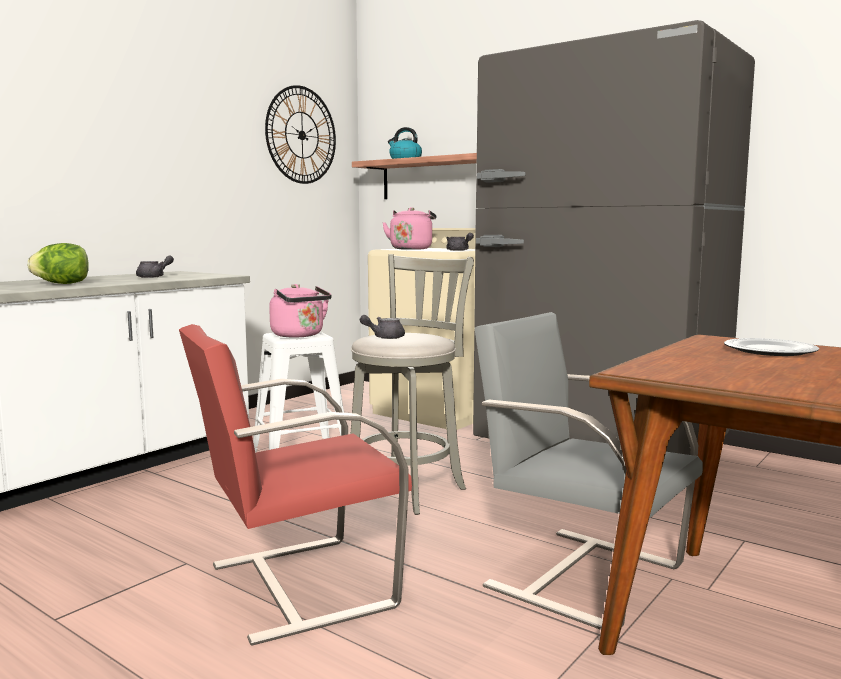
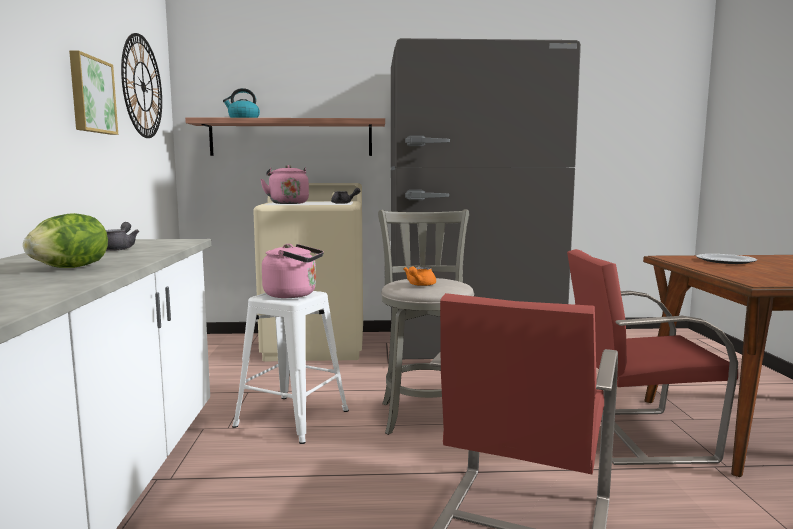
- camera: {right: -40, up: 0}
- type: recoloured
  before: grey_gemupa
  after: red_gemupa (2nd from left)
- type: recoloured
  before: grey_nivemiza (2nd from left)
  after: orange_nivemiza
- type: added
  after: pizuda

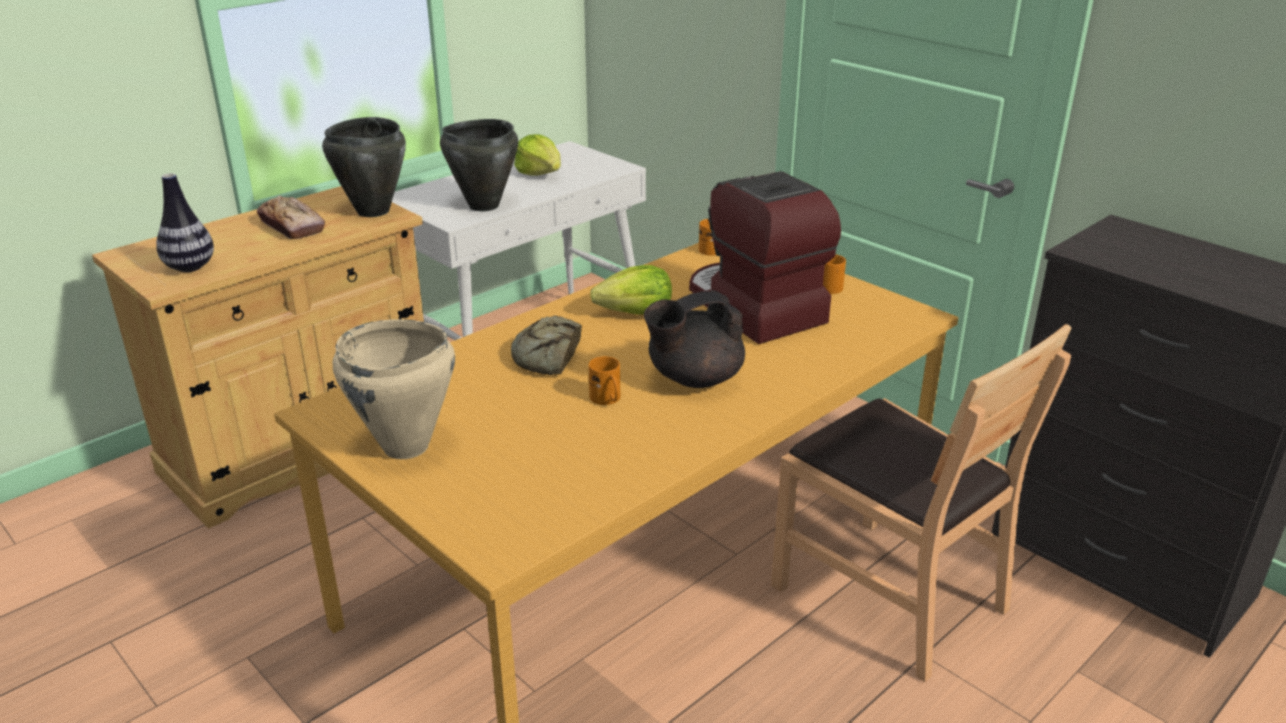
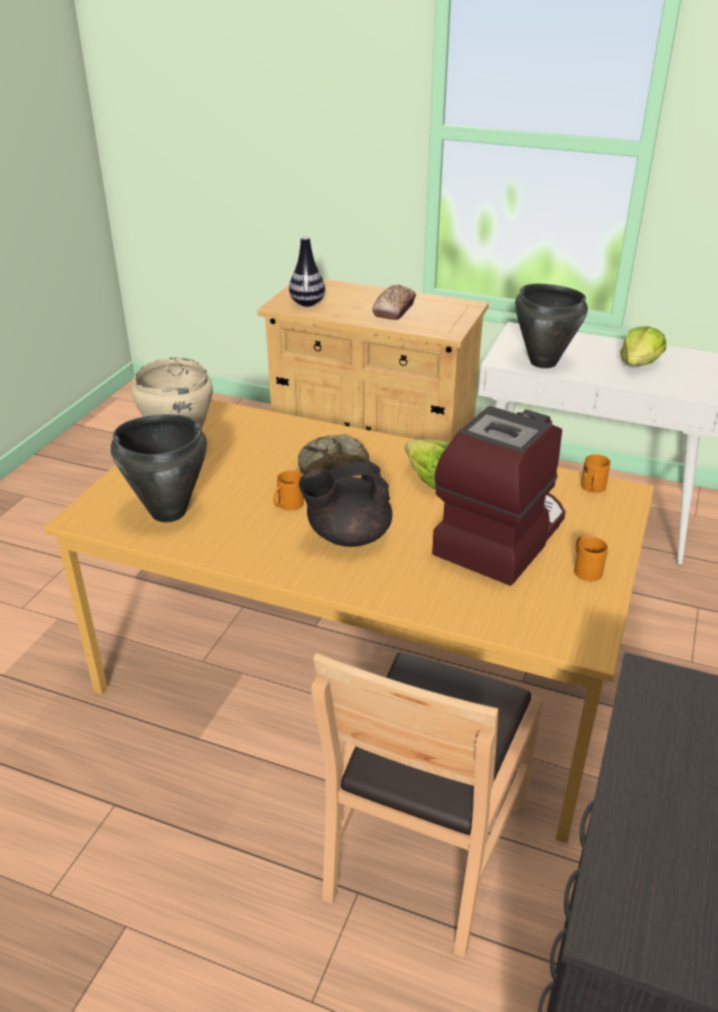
- camera: {right: 65, up: 5}
- type: moved
  before: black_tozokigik (1st from left)
- type: turned
  before: black_nivemiza
  turn: -60

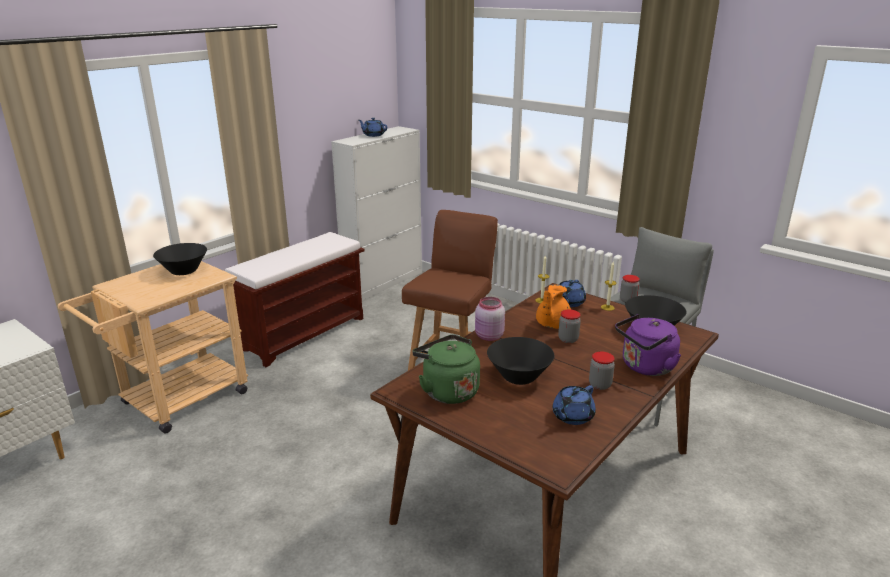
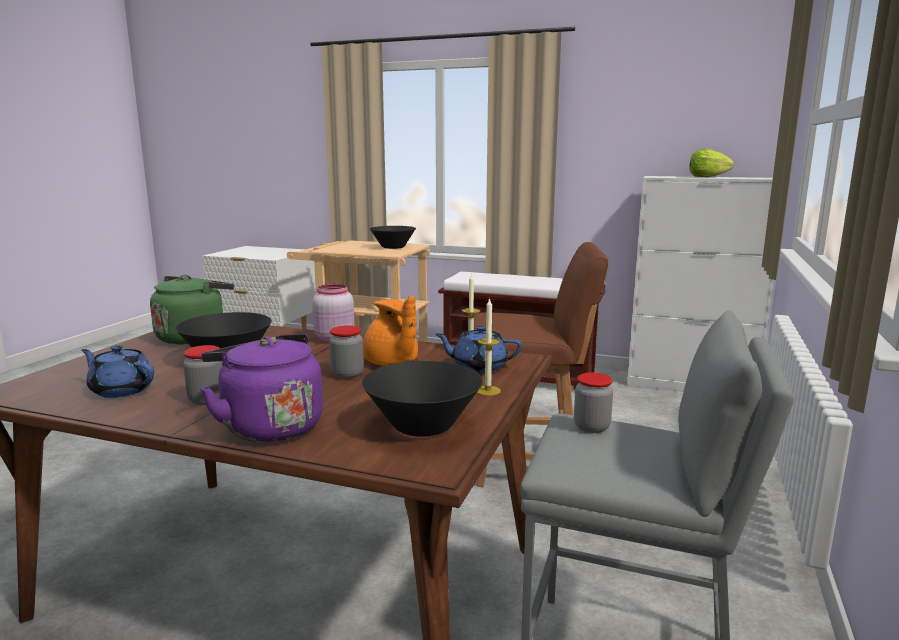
- camera: {right: 70, up: -10}
- type: replaced
  before: blue_nivemiza (1st from left)
  after: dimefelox
- type: turned
  before: orange_nivemiza
  turn: -135

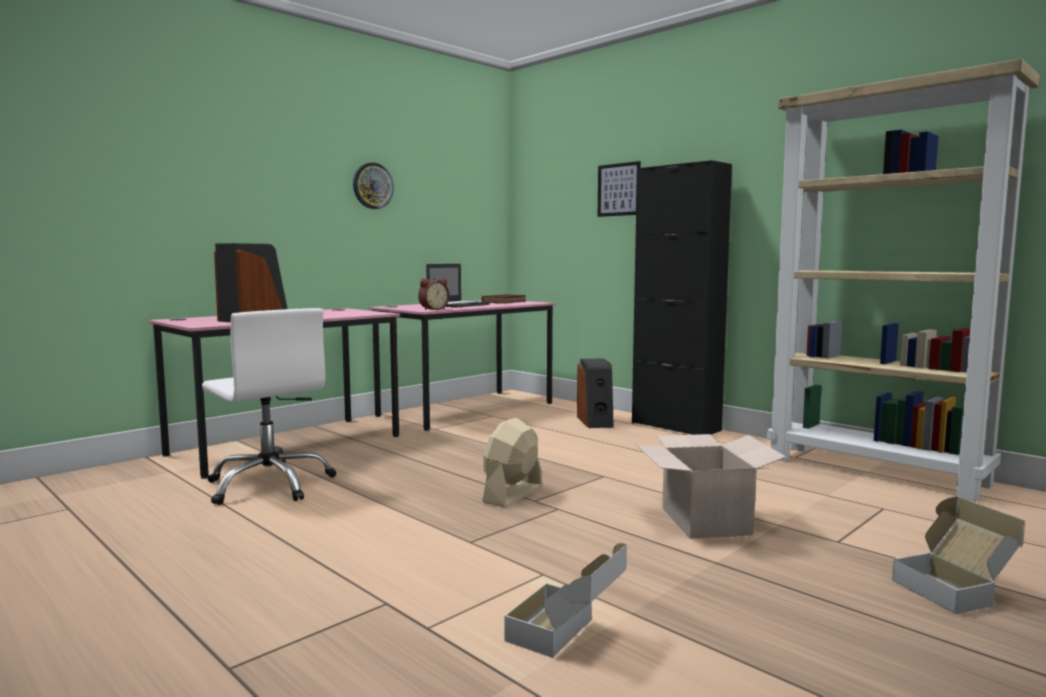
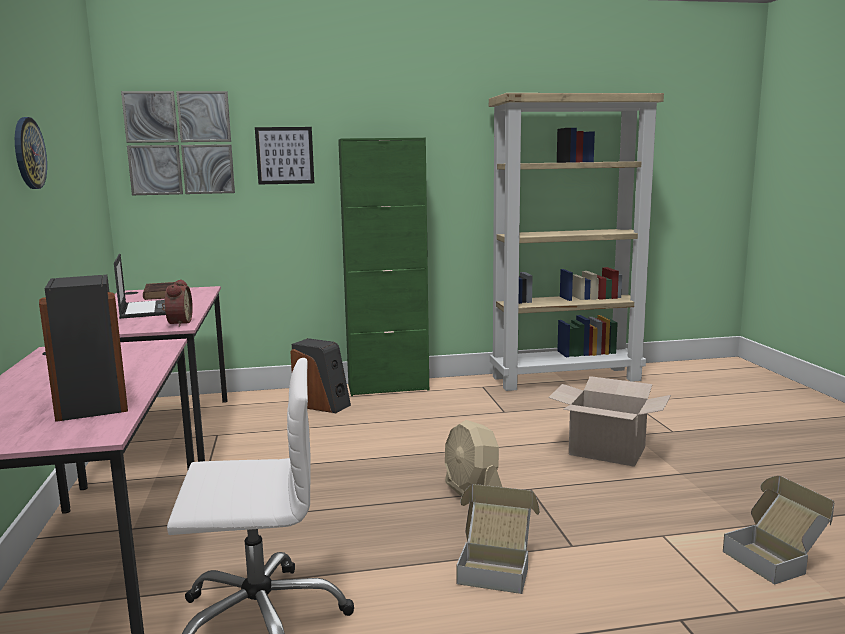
- camera: {right: -55, up: 5}
- type: recoloured
  before: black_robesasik
  after: green_robesasik
- type: moved
  before: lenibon (3rd from left in the first image)
  after: lenibon (1st from left)
- type: added
  after: pizuda (1st from left)

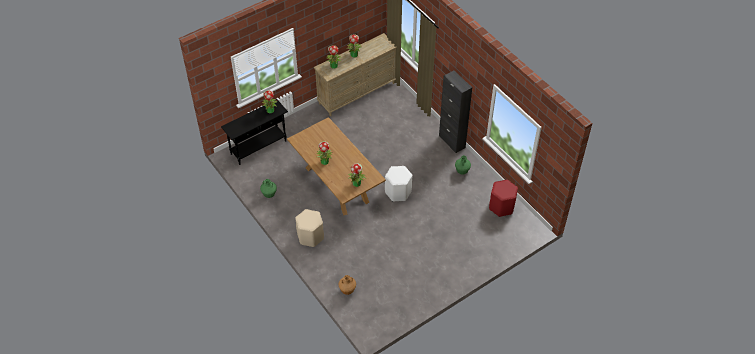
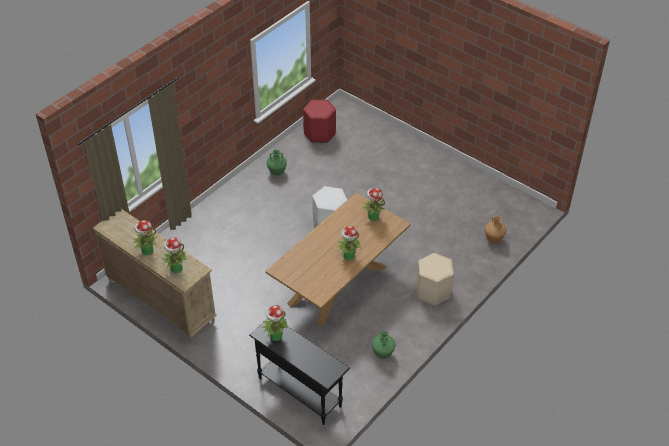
- camera: {right: -105, up: -5}
- type: removed
  before: black_robesasik

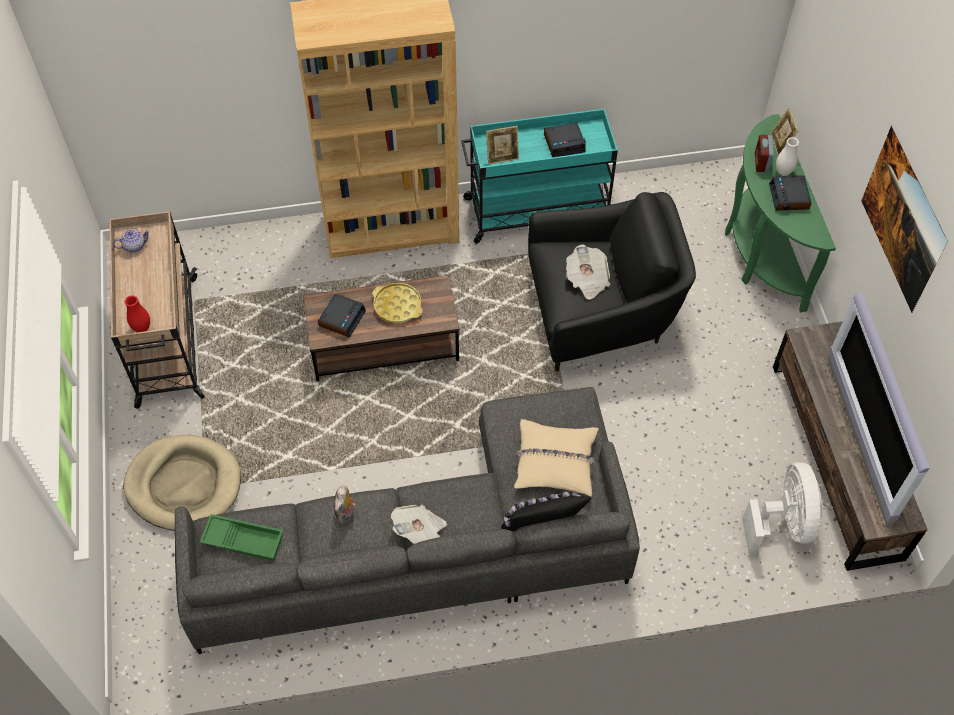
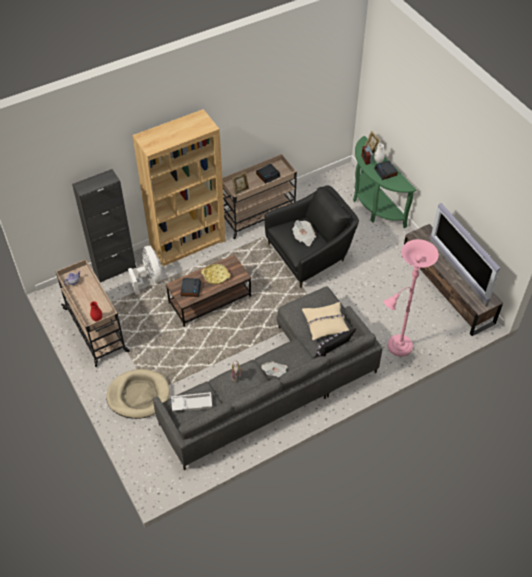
- camera: {right: -20, up: -5}
- type: recoloured
  before: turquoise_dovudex
  after: beige_dovudex (2nd from left)
- type: removed
  before: pizuda
- type: moved
  before: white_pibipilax
- type: recoloured
  before: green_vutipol
  after: white_vutipol
- type: added
  after: black_robesasik
- type: added
  after: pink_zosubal

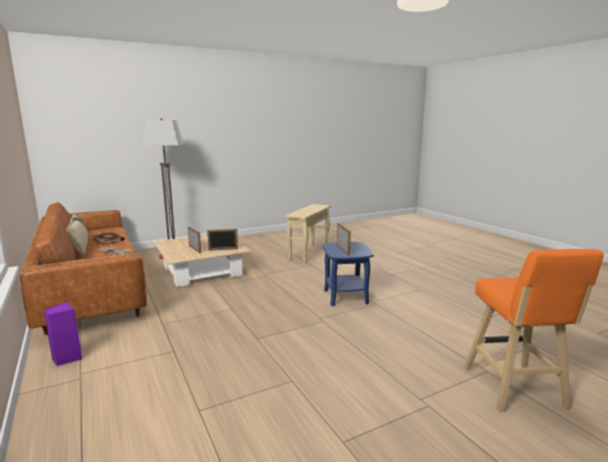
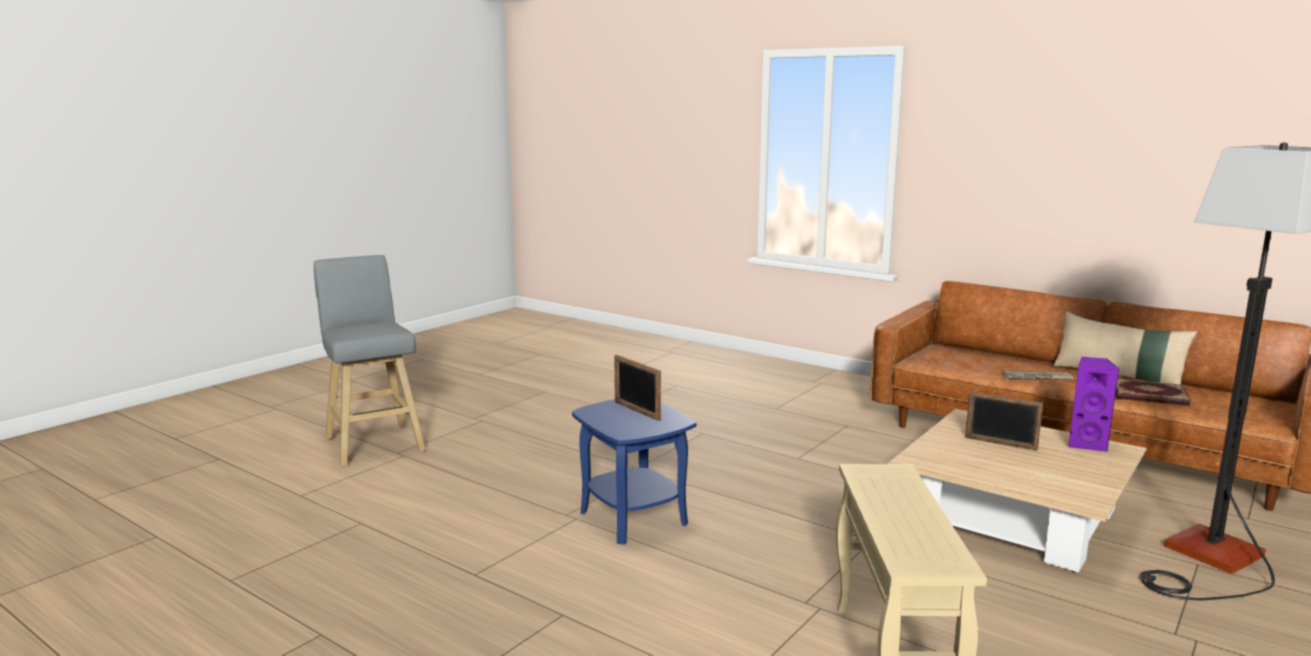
- camera: {right: 155, up: 0}
- type: removed
  before: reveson (2nd from left)
- type: recoloured
  before: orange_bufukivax
  after: grey_bufukivax
- type: moved
  before: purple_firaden

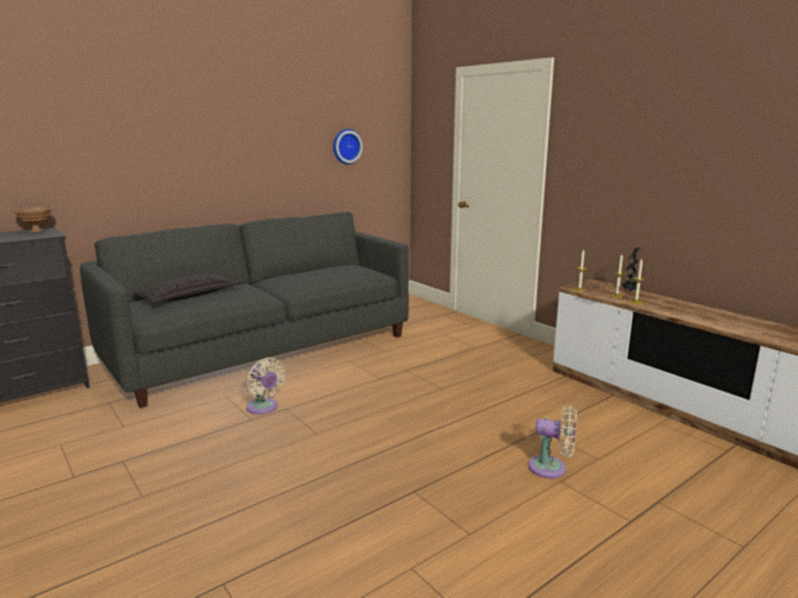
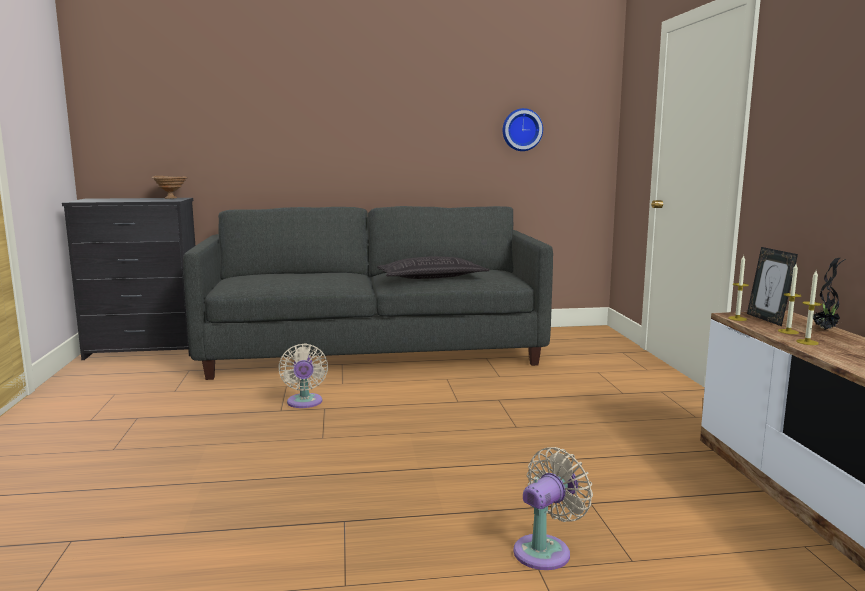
- camera: {right: 30, up: -5}
- type: moved
  before: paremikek
- type: turned
  before: beige_pibipilax (2nd from left)
  turn: -90
- type: added
  after: reveson

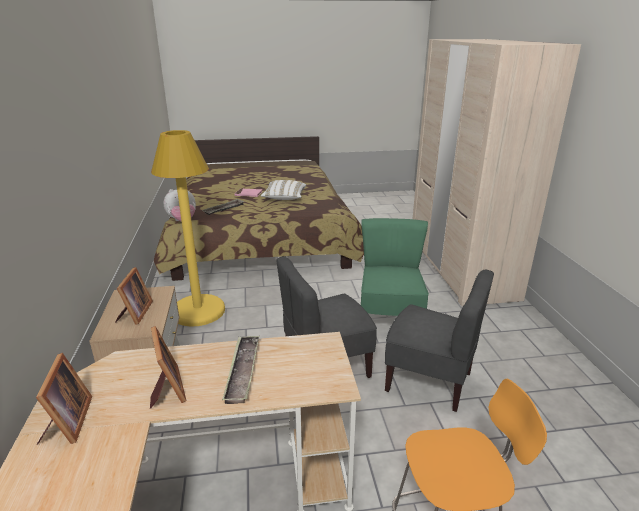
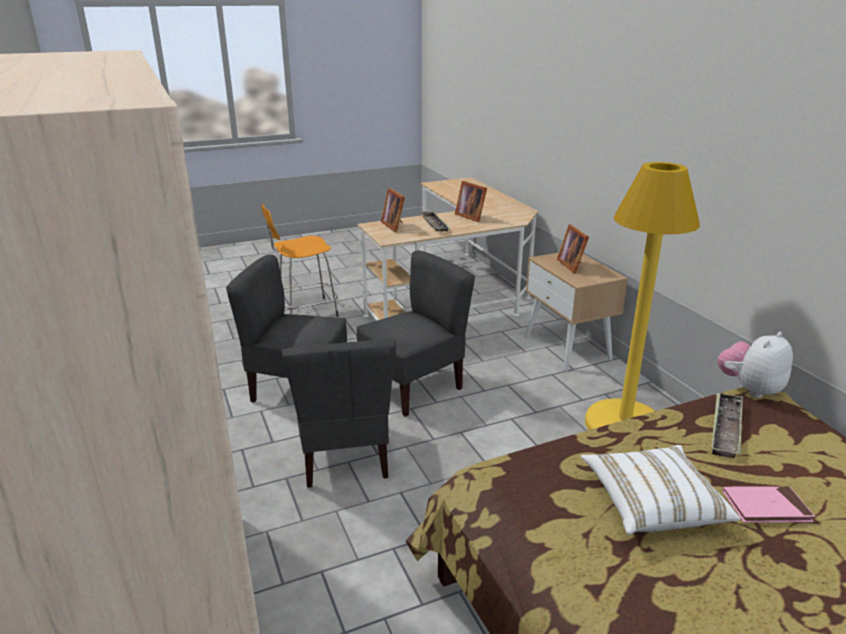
- camera: {right: 165, up: 0}
- type: recoloured
  before: green_gemupa
  after: grey_gemupa (2nd from left)
- type: moved
  before: reveson (1st from left)

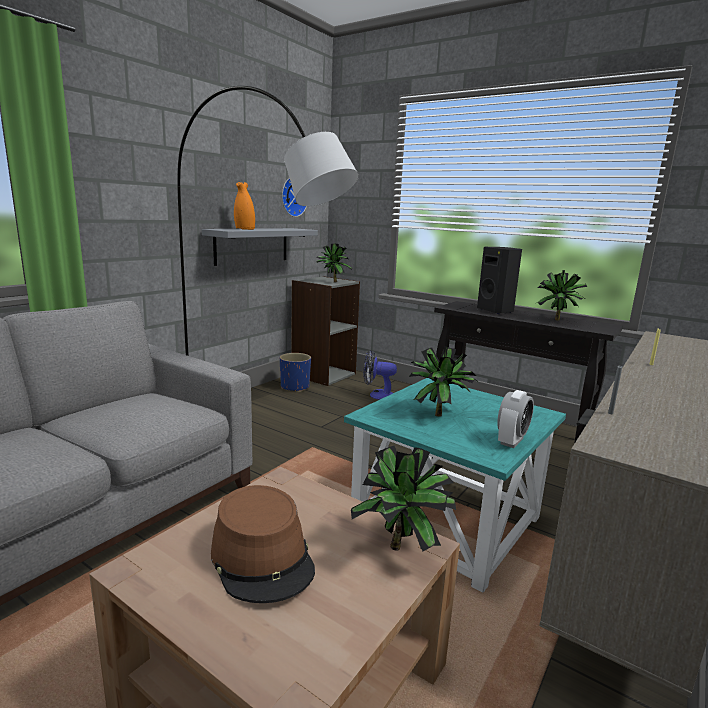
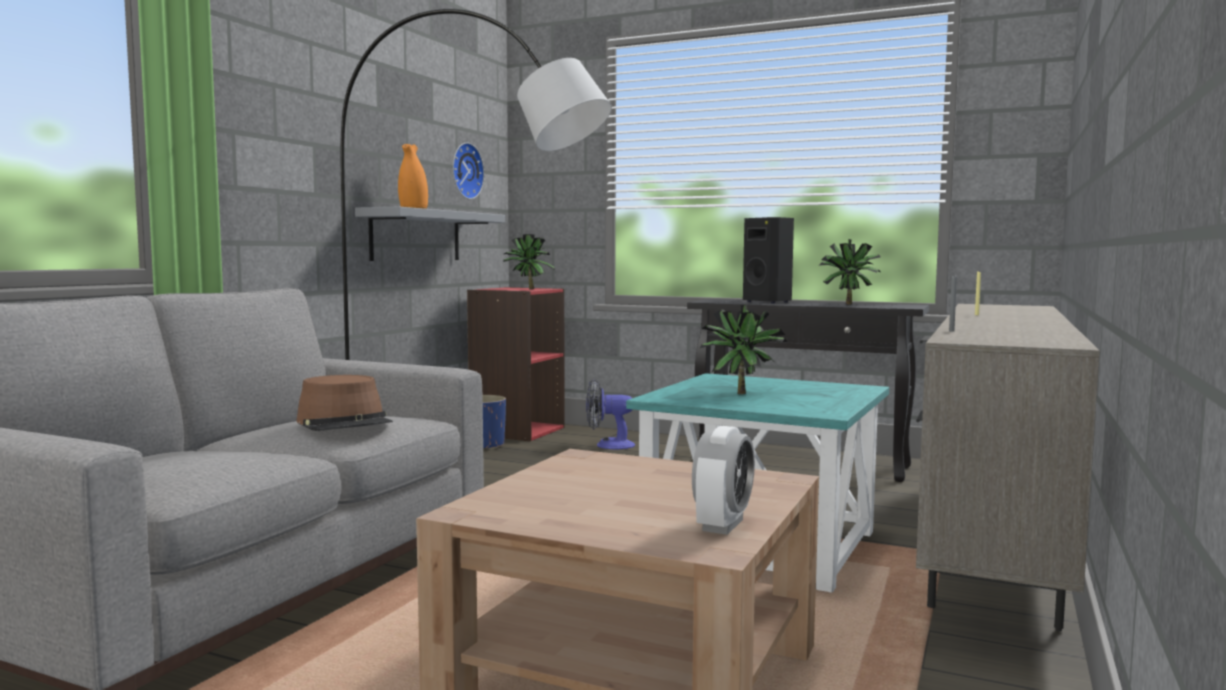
- camera: {right: -10, up: -10}
- type: recoloured
  before: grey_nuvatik
  after: red_nuvatik
- type: moved
  before: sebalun
- type: removed
  before: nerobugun (2nd from left)
- type: moved
  before: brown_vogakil

